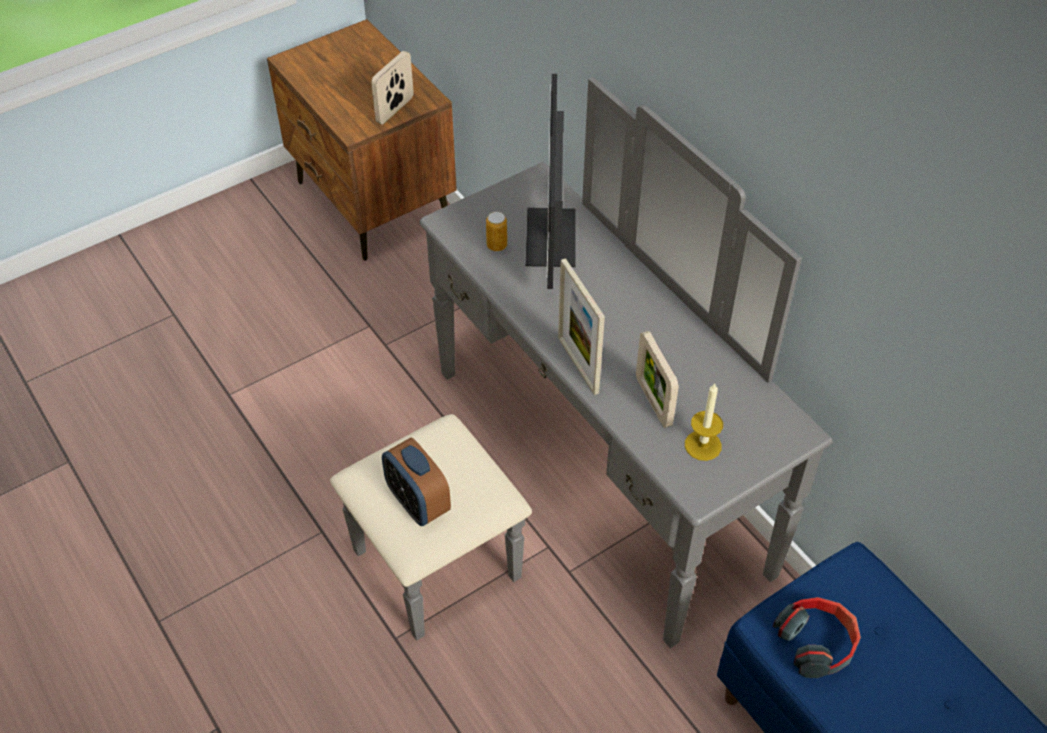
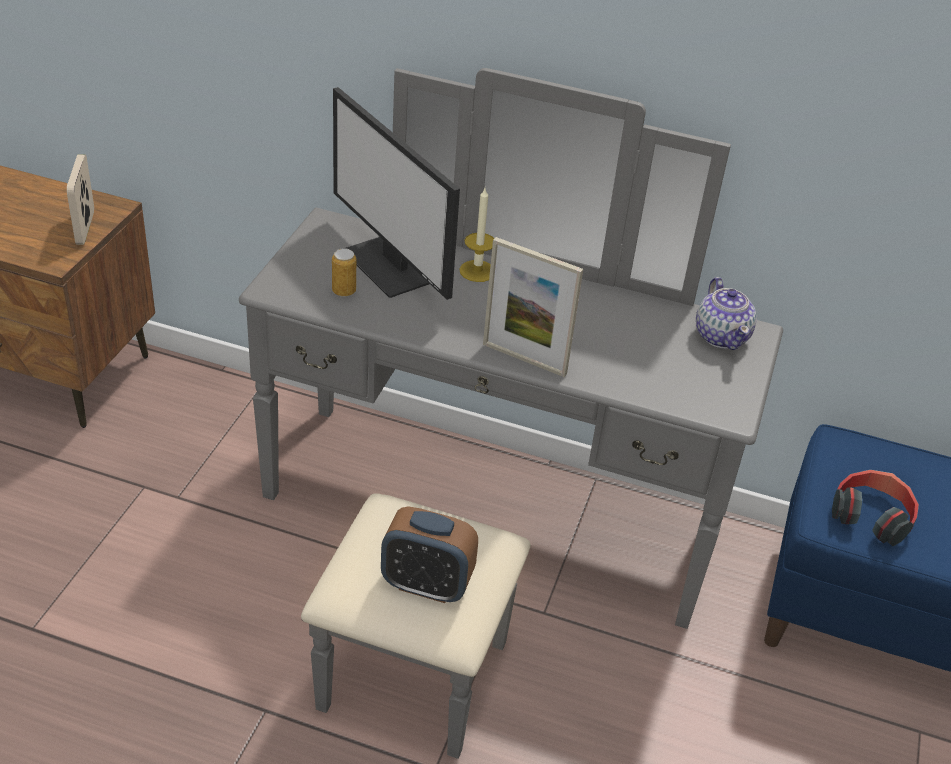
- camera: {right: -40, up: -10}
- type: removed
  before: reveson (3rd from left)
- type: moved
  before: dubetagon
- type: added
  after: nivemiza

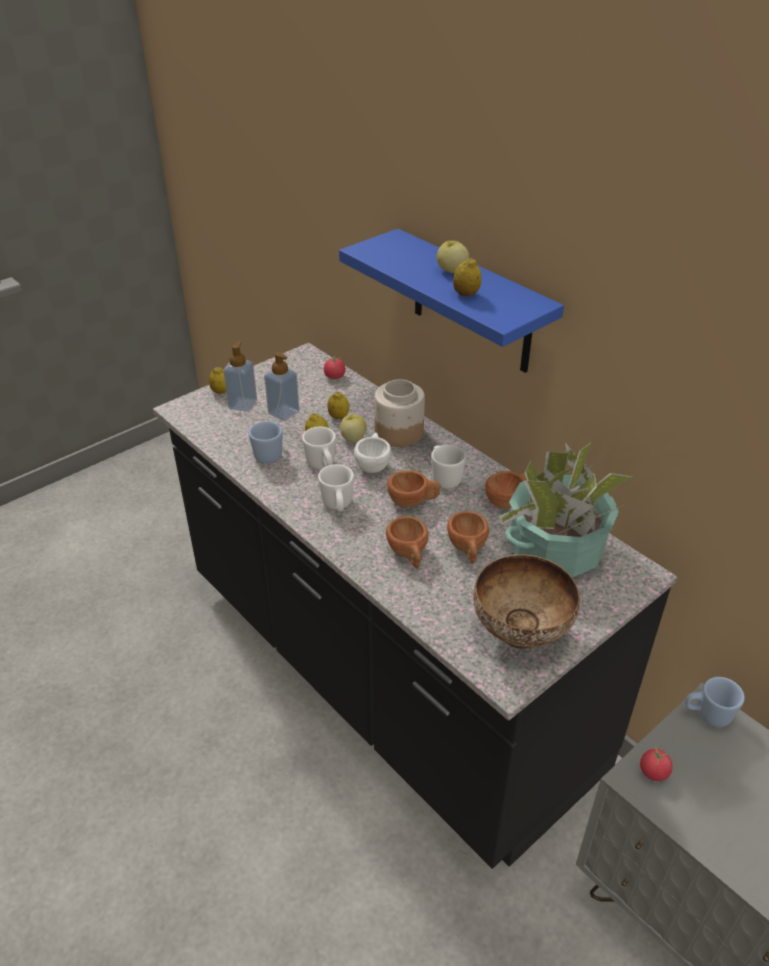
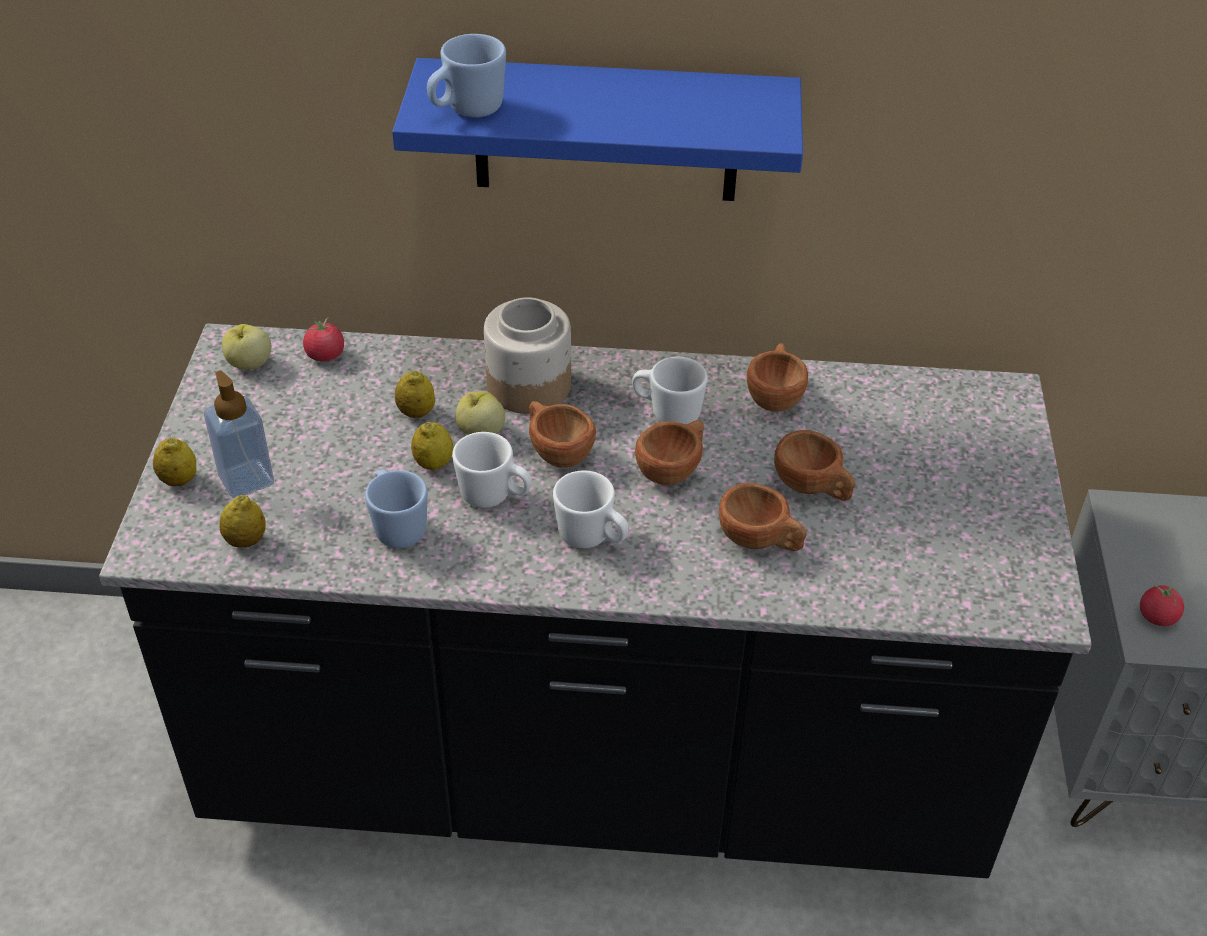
- camera: {right: -45, up: 5}
- type: moved
  before: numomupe (2nd from left in the first image)
  after: numomupe (1st from left)
- type: moved
  before: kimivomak (4th from left in the first image)
  after: kimivomak (2nd from left)
- type: removed
  before: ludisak (2nd from left)
- type: recoloured
  before: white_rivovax
  after: brown_rivovax (1st from left)
- type: removed
  before: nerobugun
- type: removed
  before: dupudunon
- type: moved
  before: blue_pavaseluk (2nd from left)

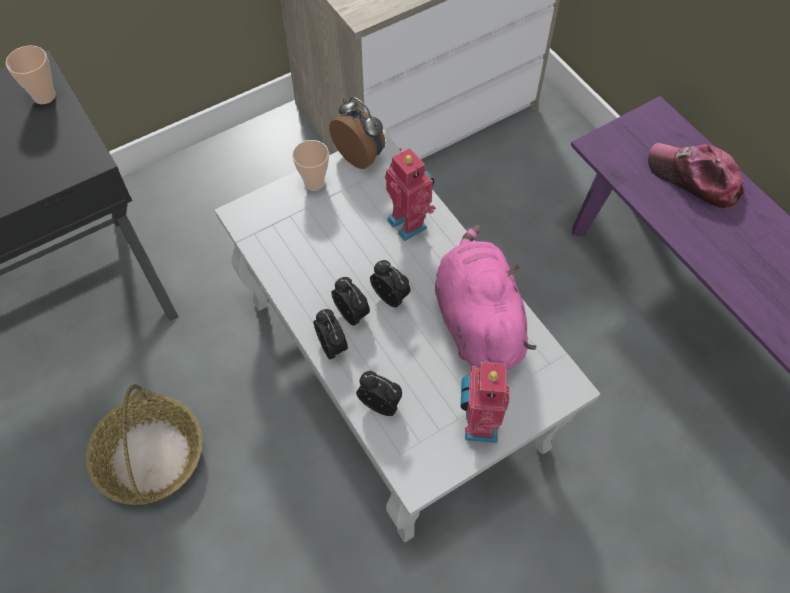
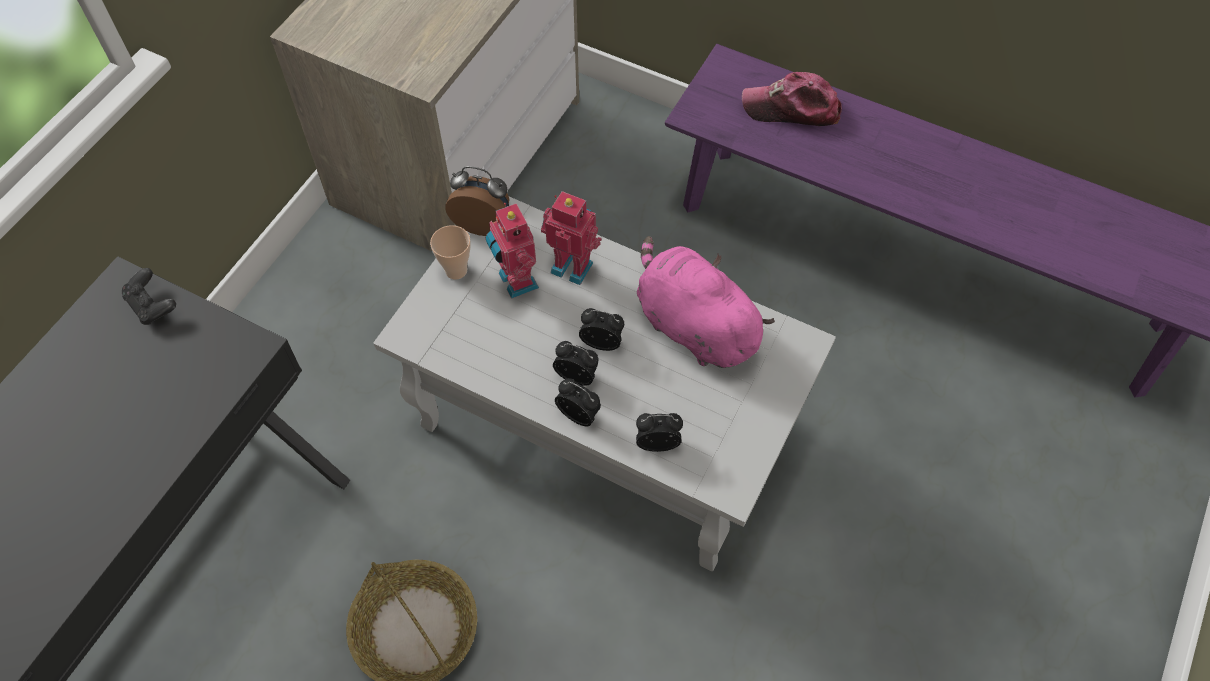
- camera: {right: -30, up: 0}
- type: replaced
  before: rivovax (1st from left)
  after: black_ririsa
- type: moved
  before: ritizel (2nd from left in the first image)
  after: ritizel (1st from left)

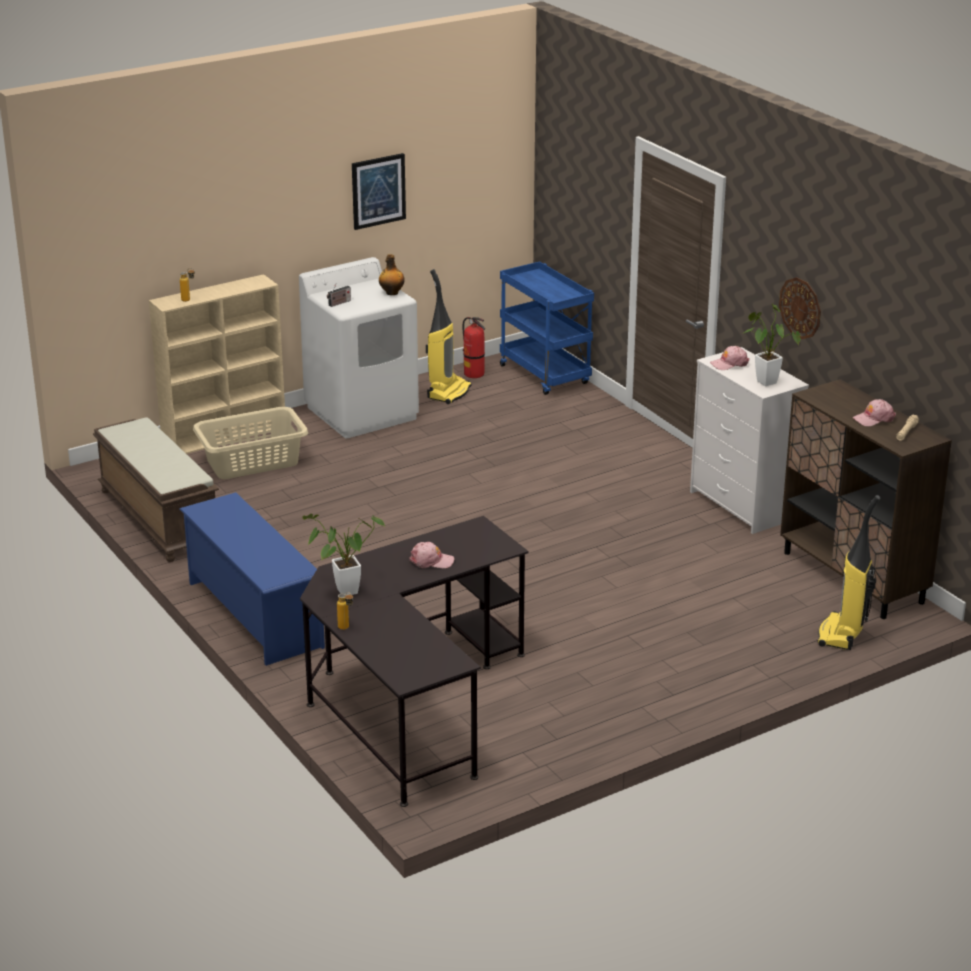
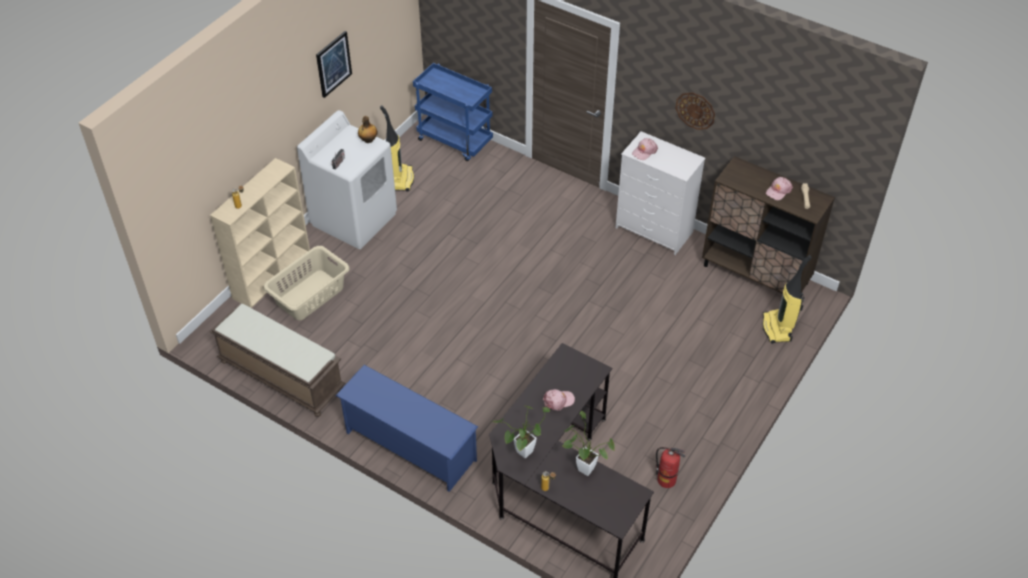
- camera: {right: -25, up: 20}
- type: moved
  before: nerobugun (2nd from left)
- type: moved
  before: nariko

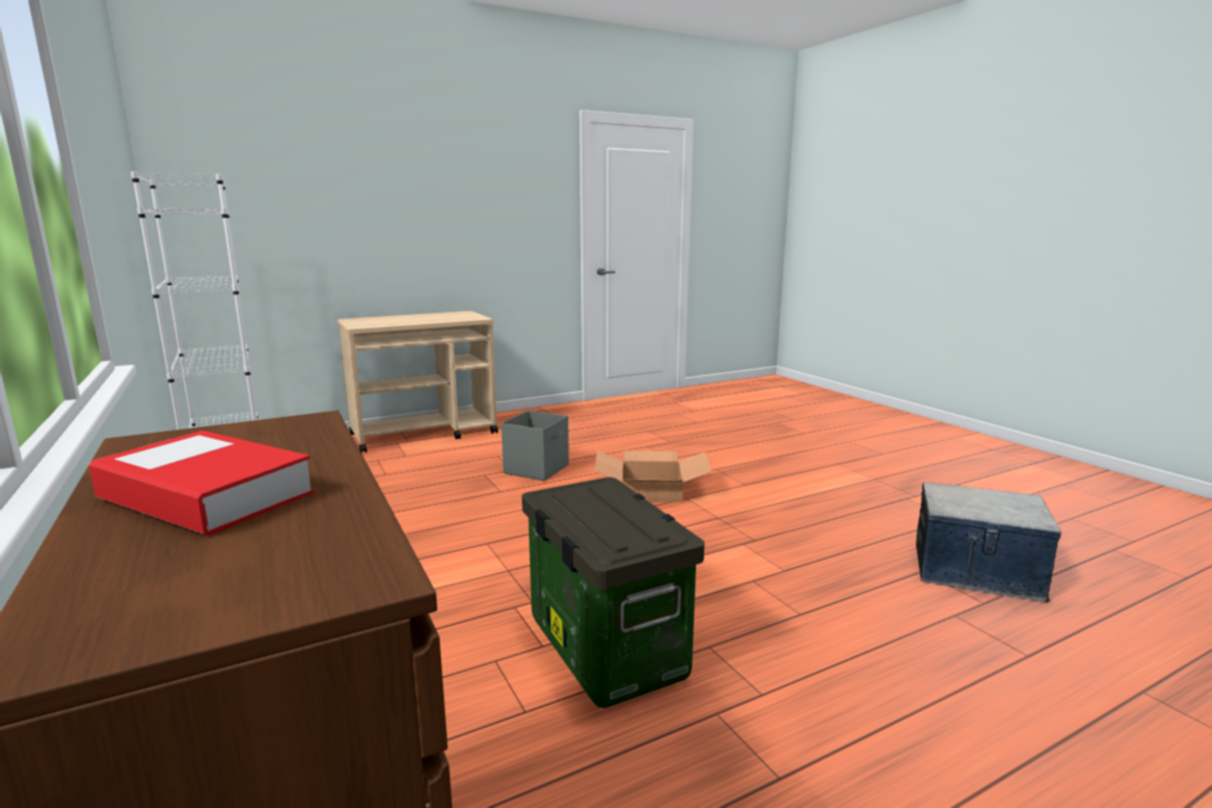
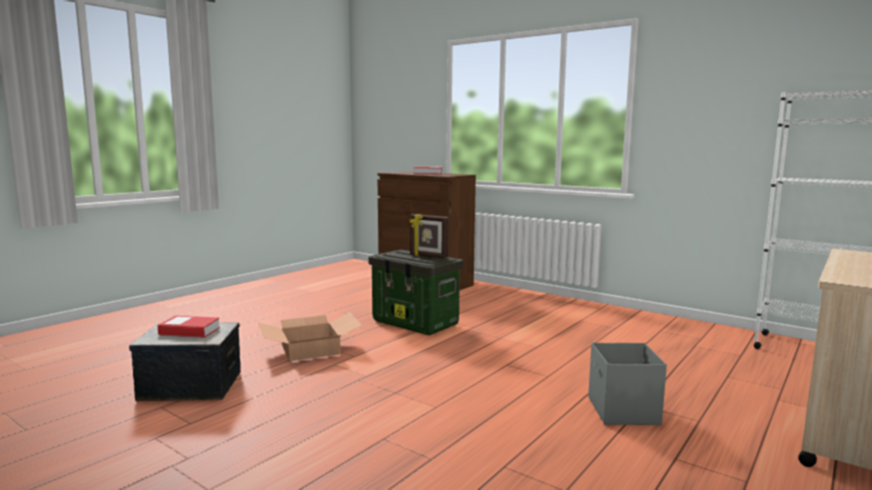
- camera: {right: 155, up: -5}
- type: moved
  before: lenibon
- type: added
  after: reveson
- type: added
  after: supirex (1st from left)

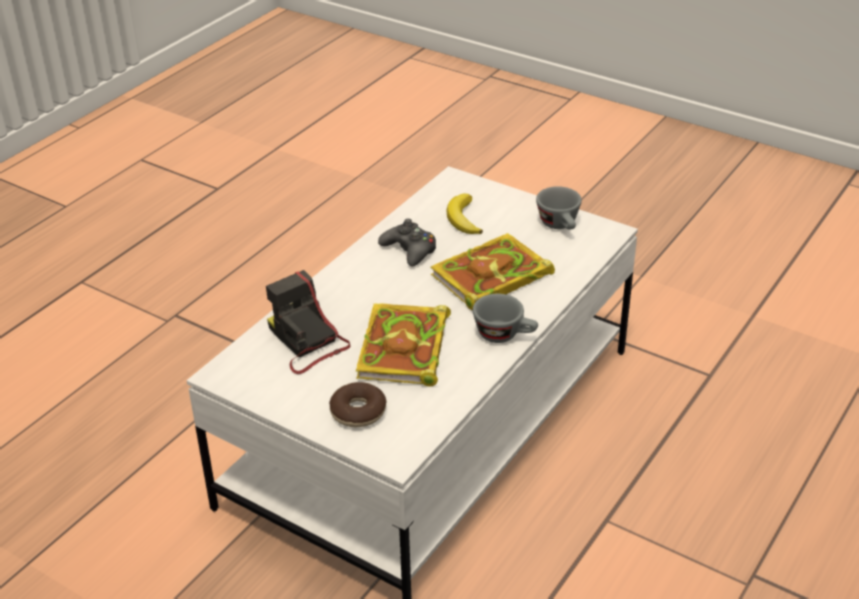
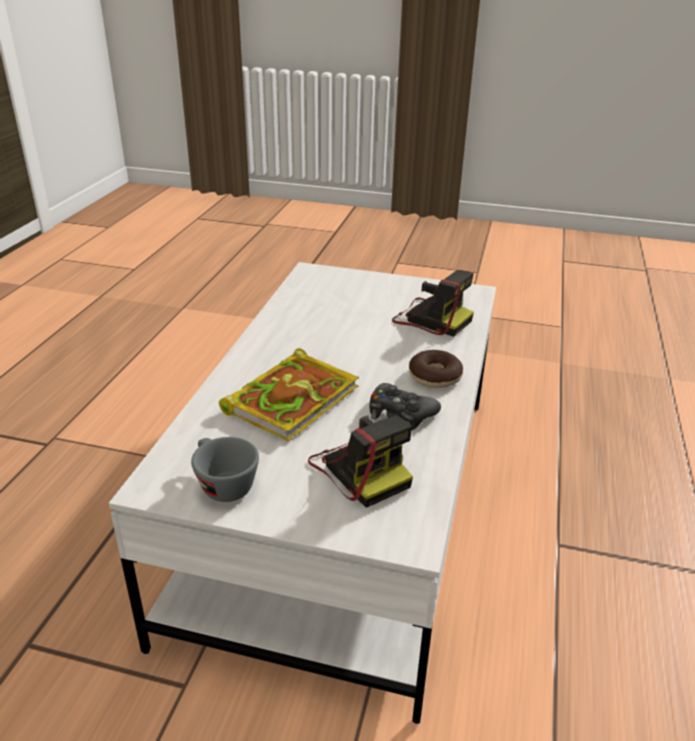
- camera: {right: 160, up: -5}
- type: replaced
  before: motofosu
  after: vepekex (1st from left)
- type: removed
  before: grey_rivovax (1st from left)
- type: removed
  before: supirex (1st from left)
- type: moved
  before: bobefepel

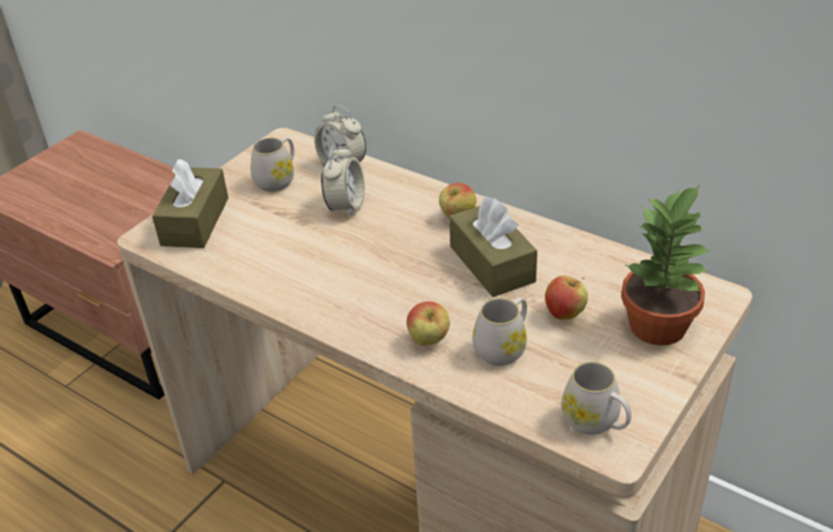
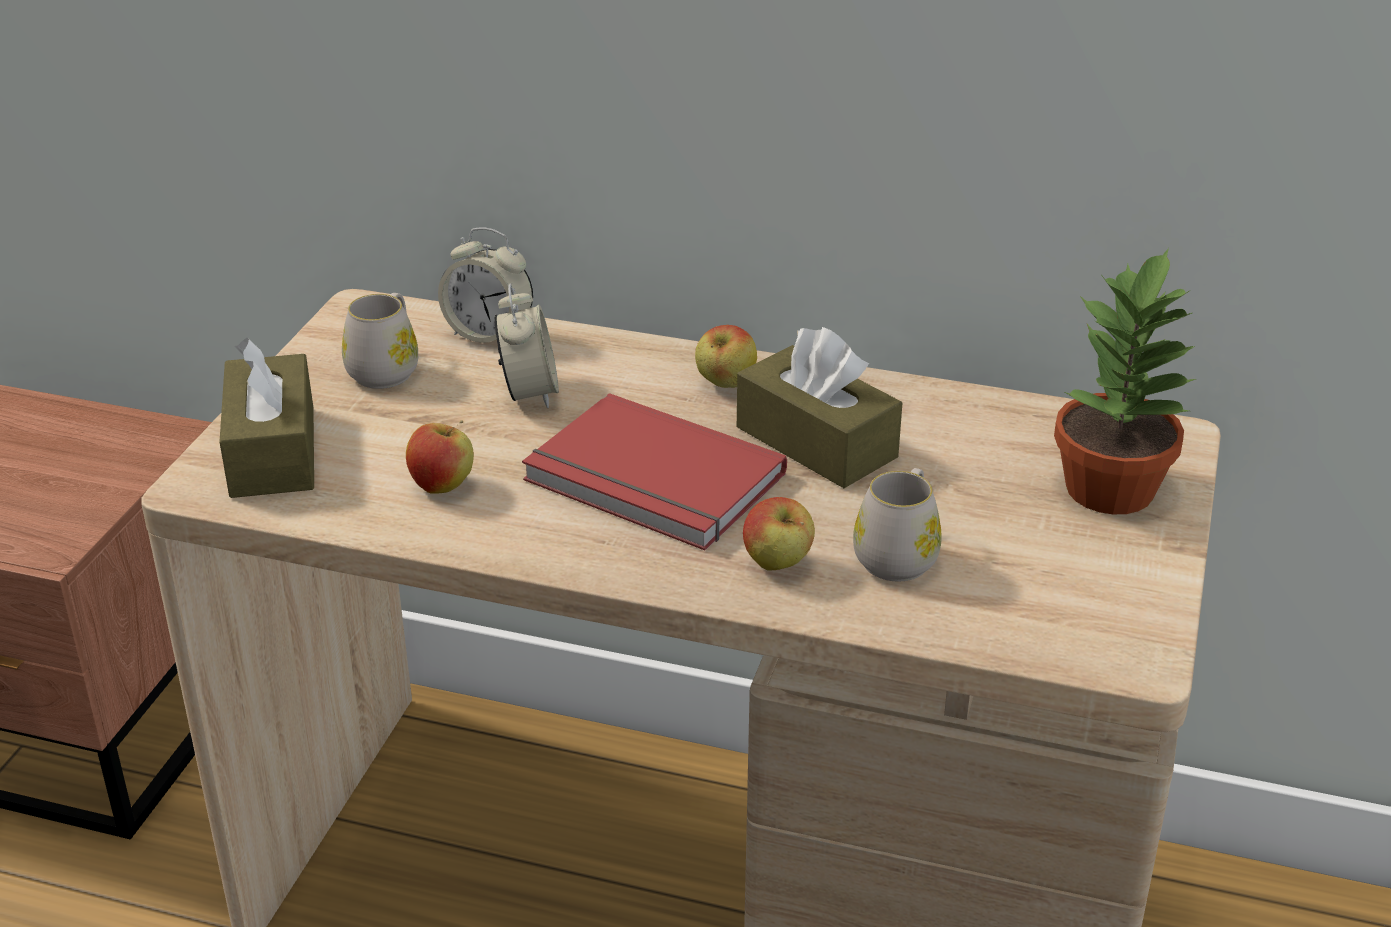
- camera: {right: -20, up: -5}
- type: moved
  before: numomupe (3rd from left in the first image)
  after: numomupe (1st from left)
- type: removed
  before: white_pavaseluk (3rd from left)
- type: added
  after: red_supirex

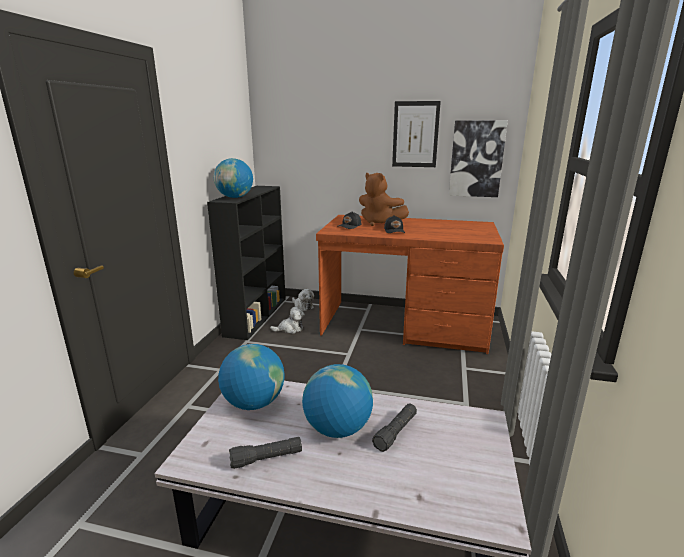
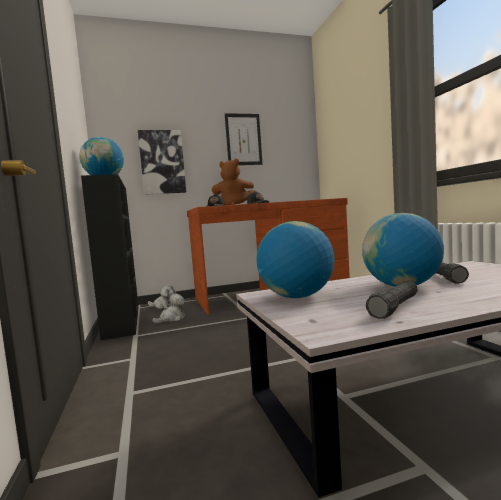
- camera: {right: -30, up: -15}
- type: moved
  before: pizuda (2nd from left in the first image)
  after: pizuda (1st from left)

